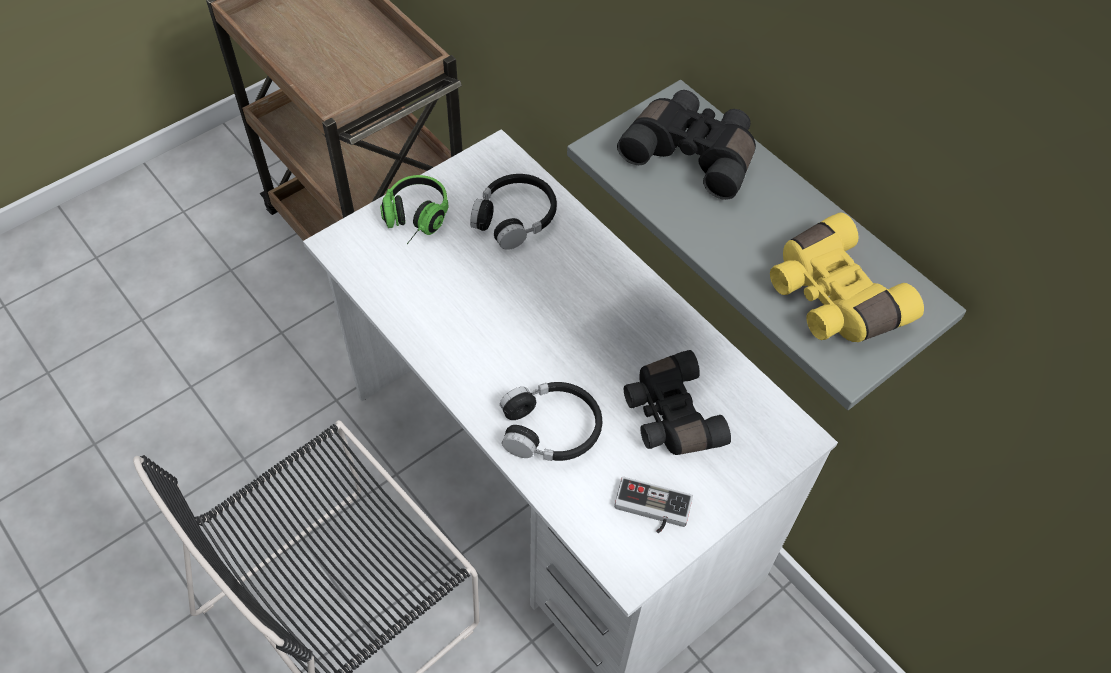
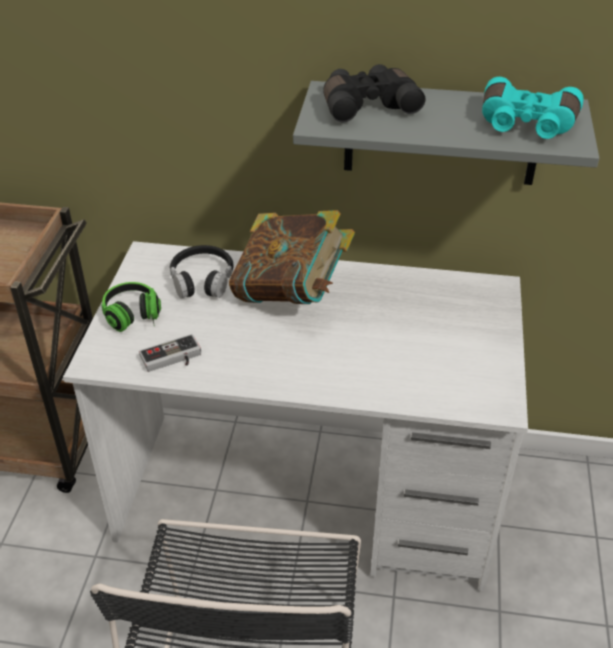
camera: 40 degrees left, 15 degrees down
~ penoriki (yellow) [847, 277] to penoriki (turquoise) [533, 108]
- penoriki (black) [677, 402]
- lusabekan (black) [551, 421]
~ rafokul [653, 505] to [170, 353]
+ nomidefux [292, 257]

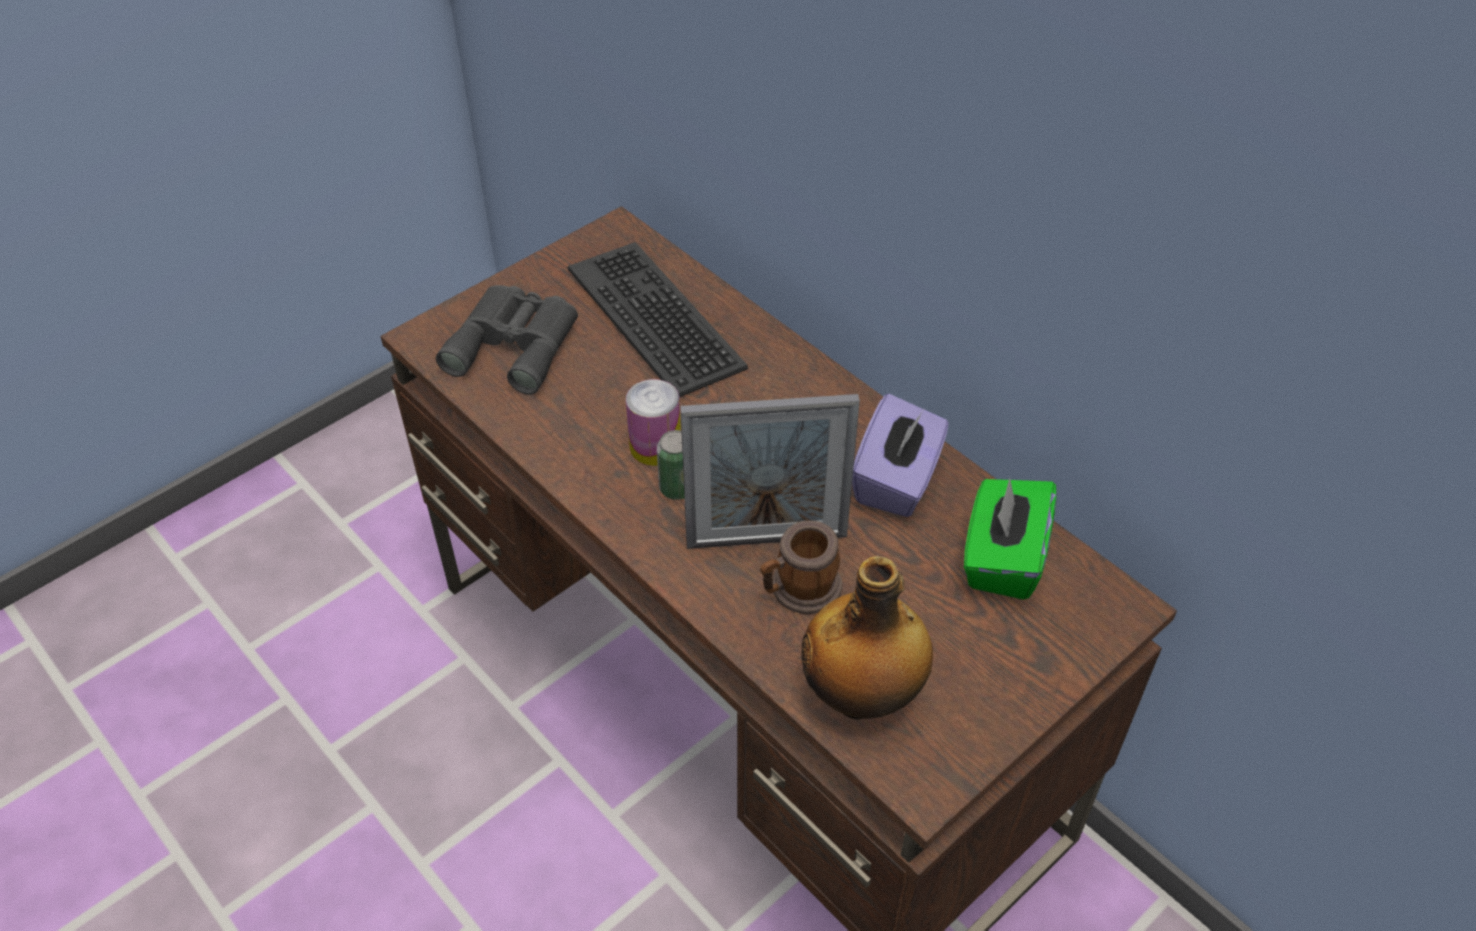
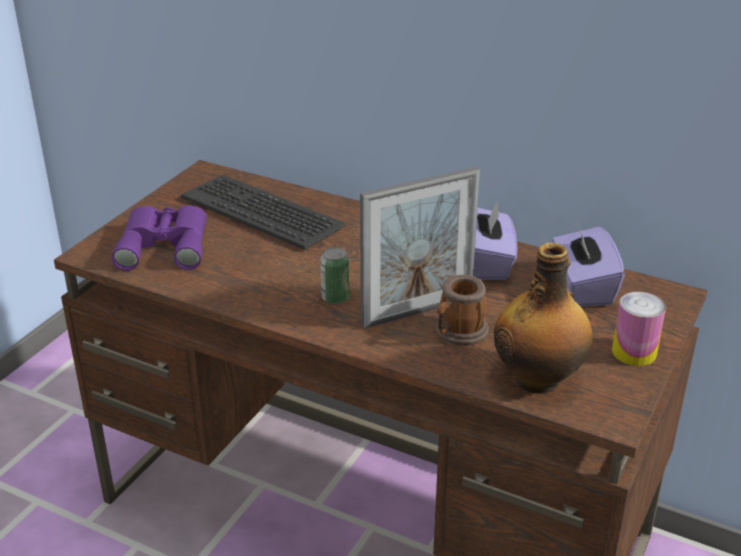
camera: 20 degrees left, 15 degrees down
~ penoriki (grey) [507, 340] to penoriki (purple) [159, 238]
~ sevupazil [653, 422] to [639, 329]
~ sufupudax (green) [1010, 539] to sufupudax (purple) [588, 263]

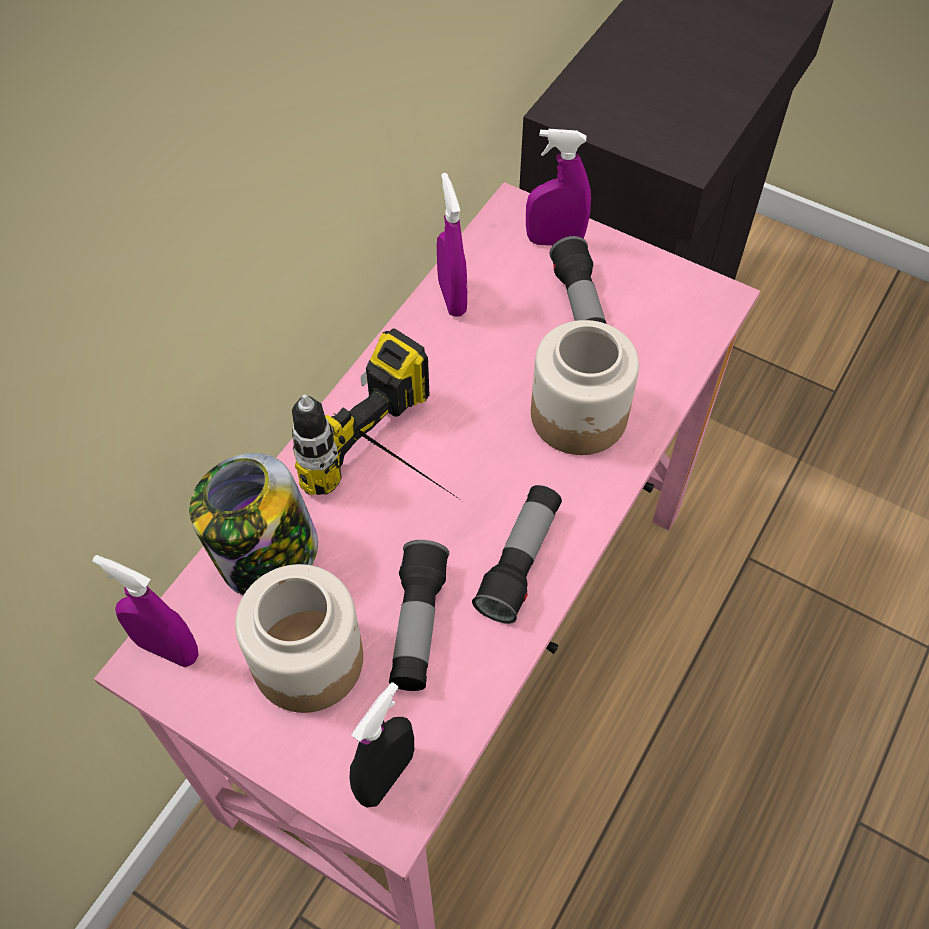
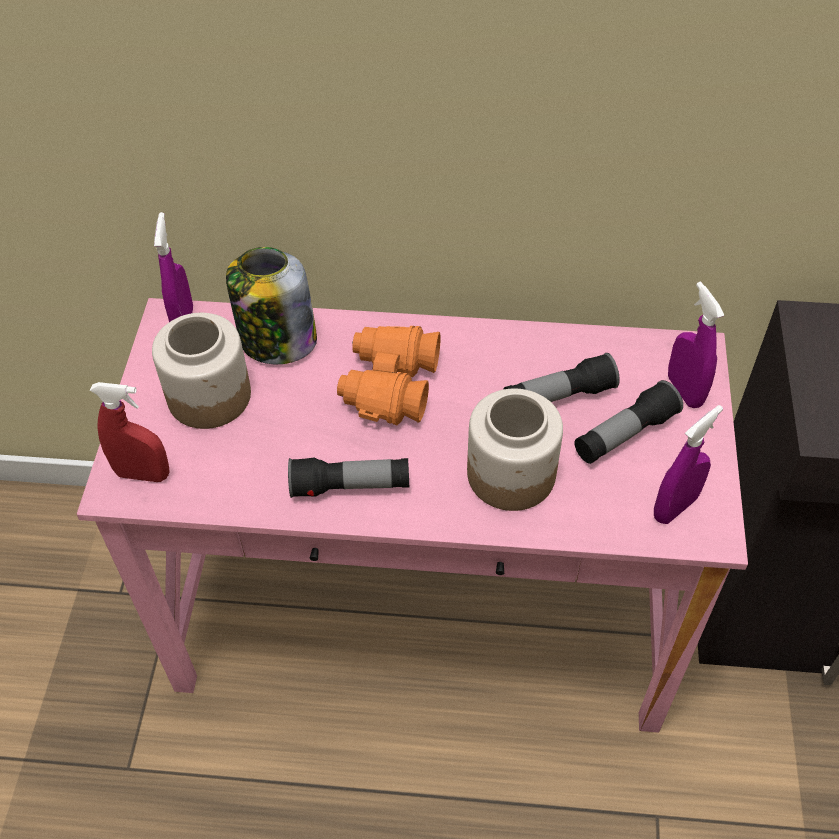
camera: 65 degrees right, 5 degrees down
~ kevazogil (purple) [452, 245] to [688, 464]
~ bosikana [375, 413] to penoriki (orange) [389, 375]
~ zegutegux [419, 615] to [562, 377]
~ kevazogil (black) [382, 744] to kevazogil (red) [130, 432]

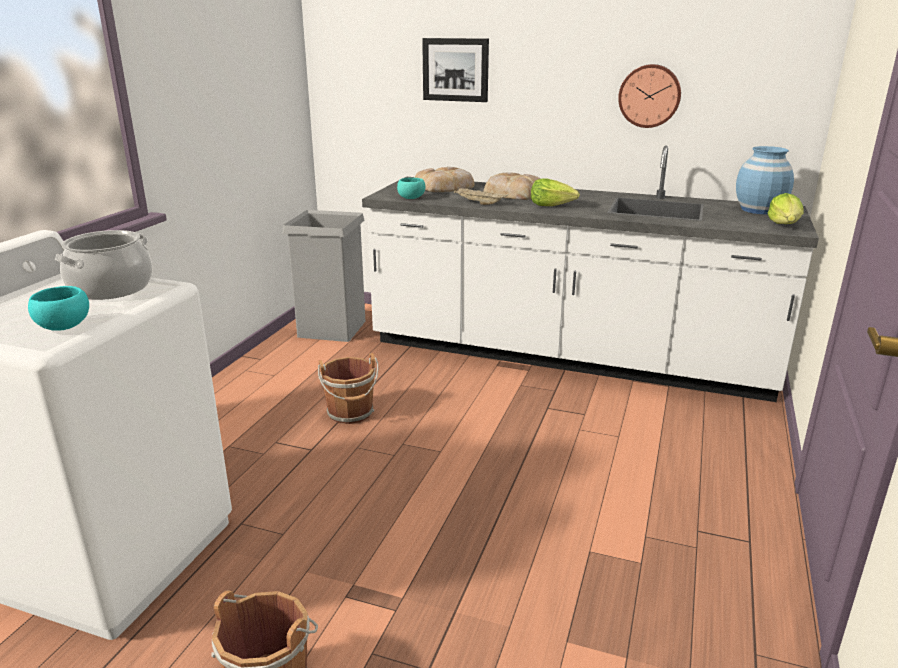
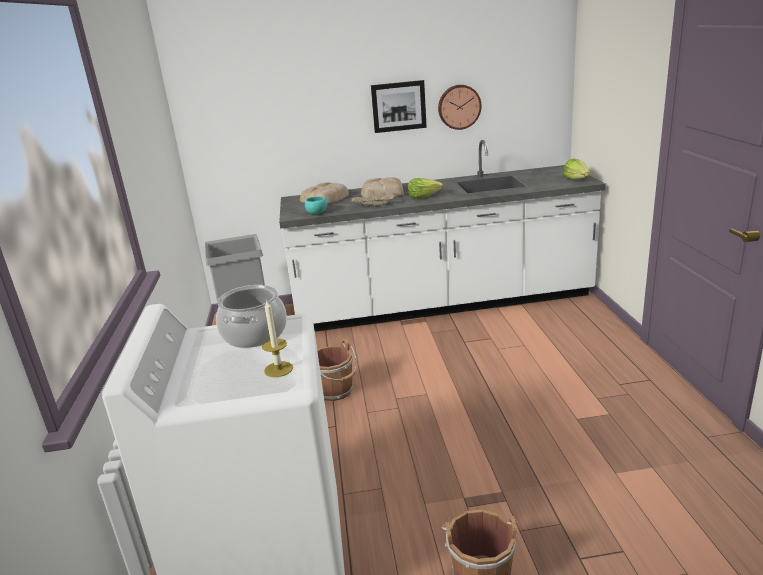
camera: 25 degrees left, 0 degrees up
~ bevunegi [455, 70] to [399, 106]
- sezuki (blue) [765, 180]
~ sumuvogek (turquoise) [58, 308] to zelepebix [277, 338]

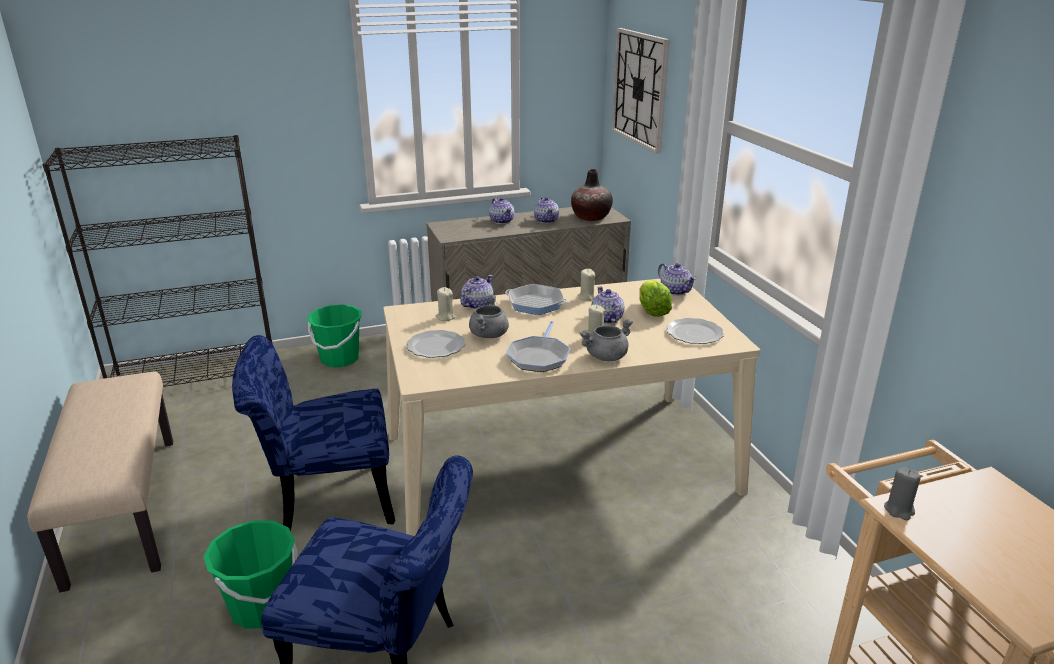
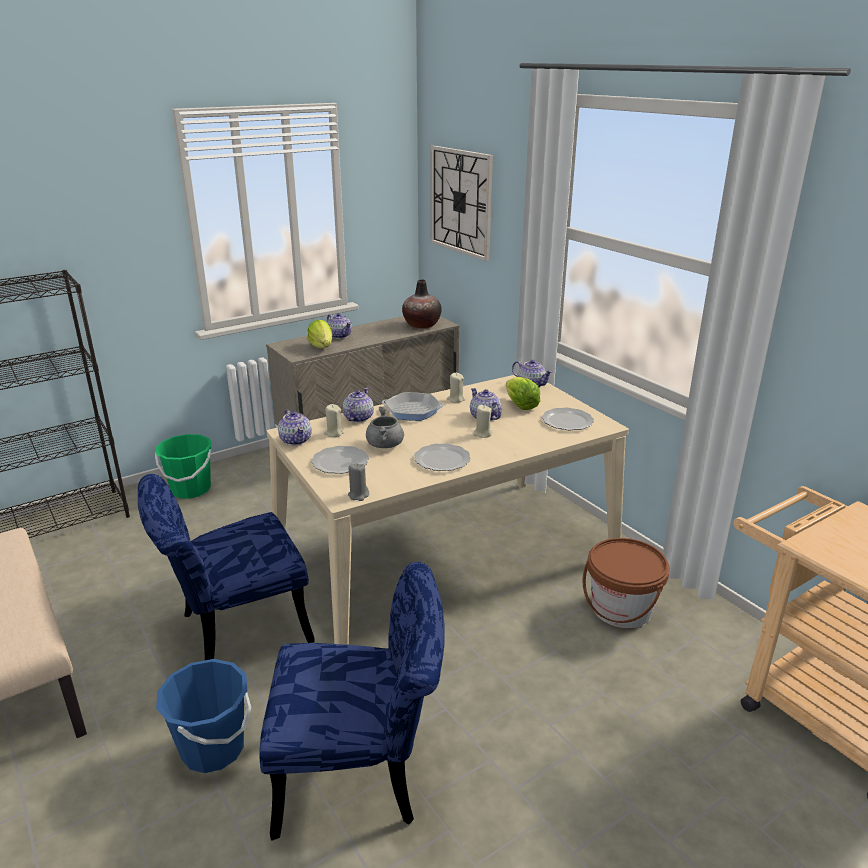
camera: 15 degrees left, 0 degrees up
~ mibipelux [546, 210] to [295, 427]
- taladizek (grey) [606, 340]
~ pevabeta [538, 346] to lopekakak [442, 457]
~ zelepebix (grey) [902, 494] to [358, 482]
~ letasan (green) [250, 574] to letasan (blue) [203, 716]
+ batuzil [320, 334]
+ letasan (brown) [626, 583]

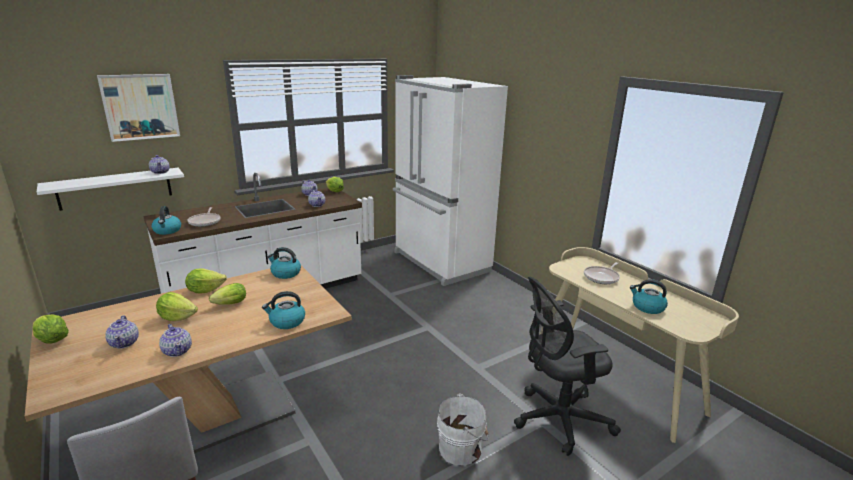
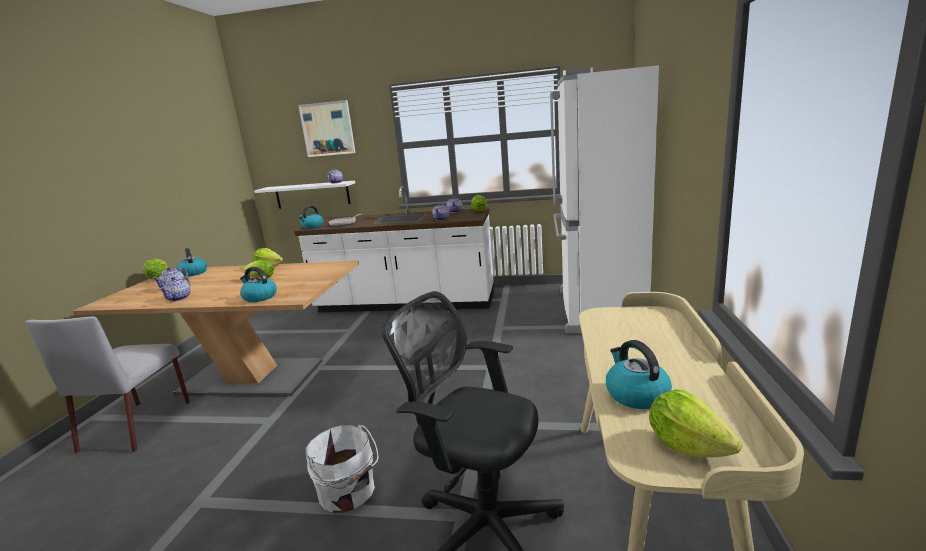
camera: 45 degrees right, 5 degrees down
~ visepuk [284, 263] to [191, 262]
- pevabeta [602, 273]
~ batuzil [177, 306] to [696, 423]

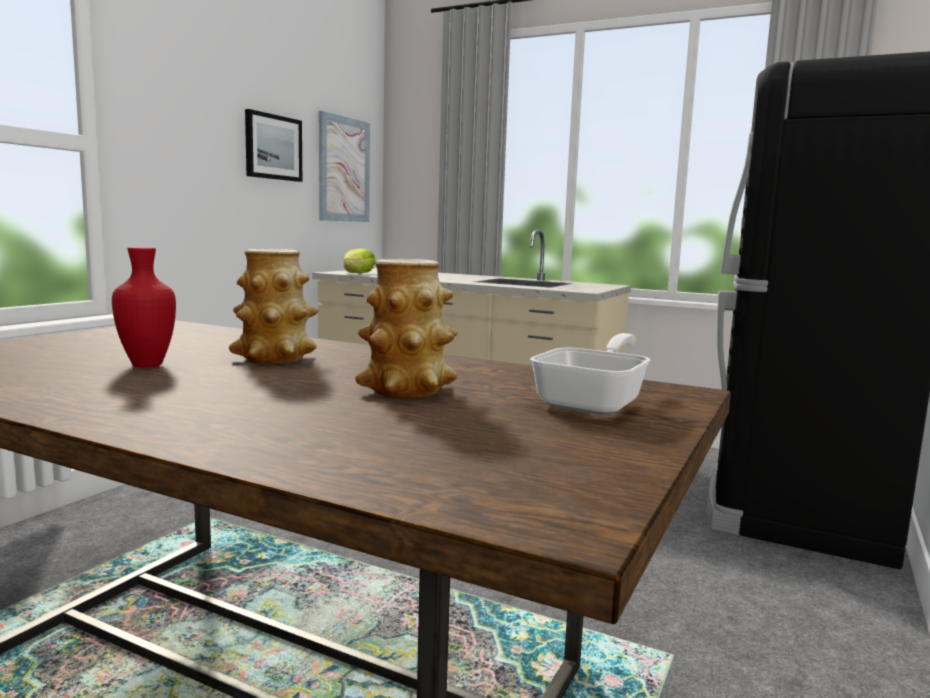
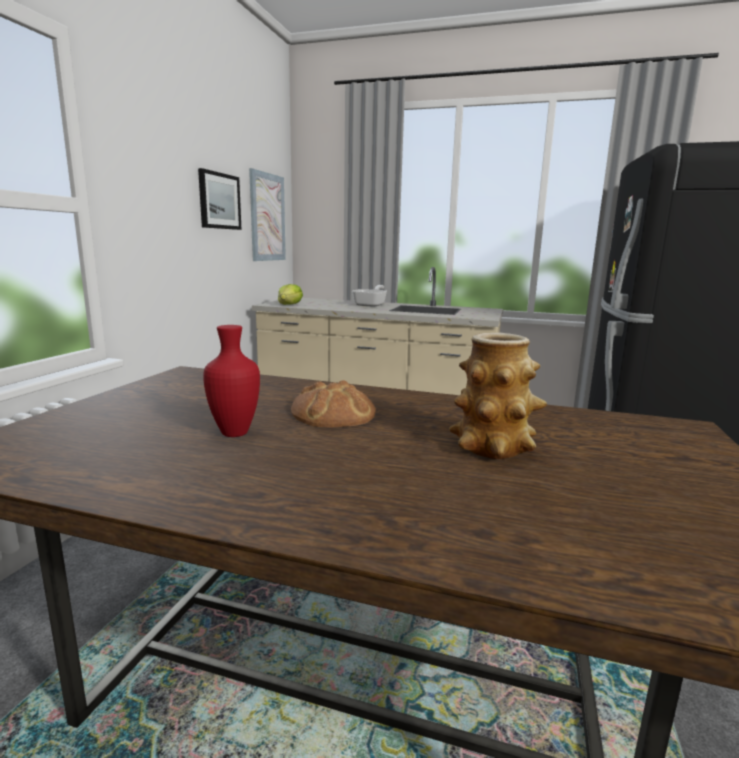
camera: 10 degrees left, 5 degrees up
~ sezuki [274, 306] to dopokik [333, 403]
~ pevabeta [590, 374] to [369, 296]

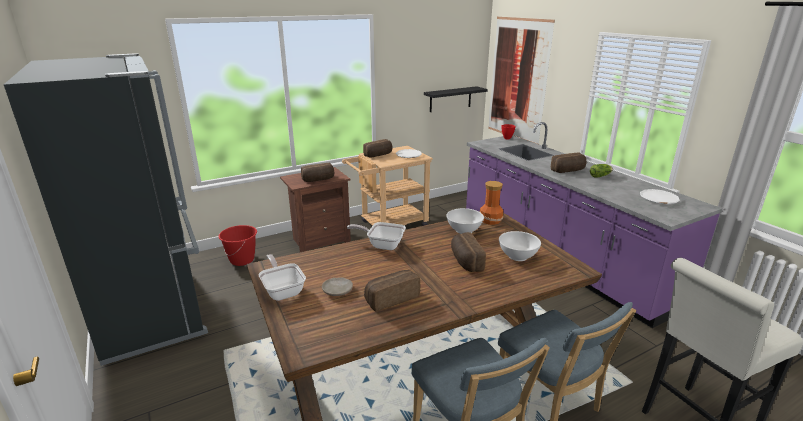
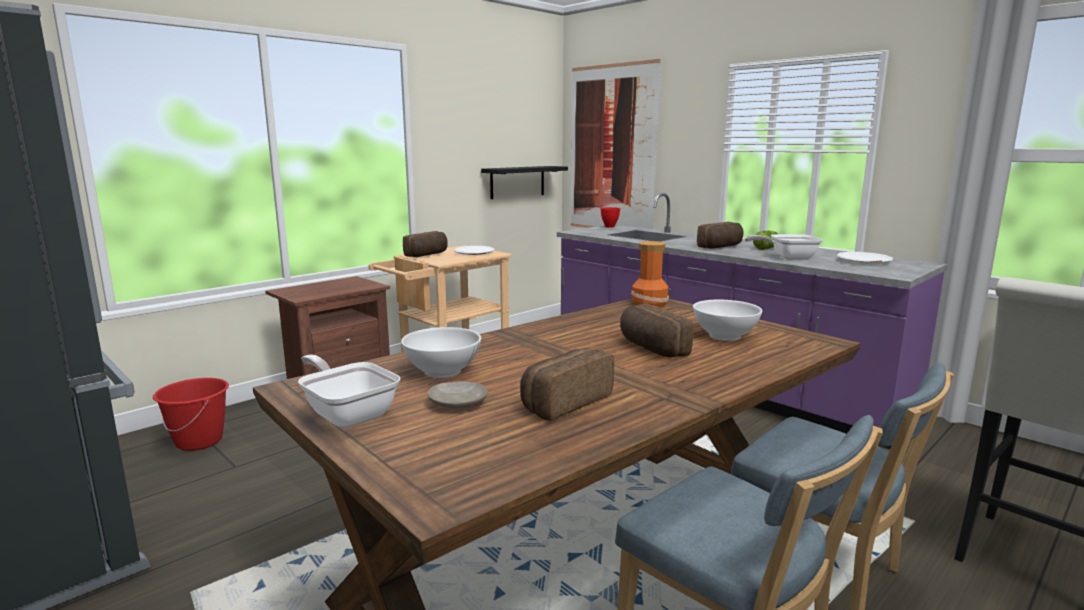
camera: 15 degrees left, 10 degrees down
- dopokik [317, 172]
~ sumuvogek (white) [465, 221] to [441, 352]
~ pevabeta [376, 236] to [783, 247]

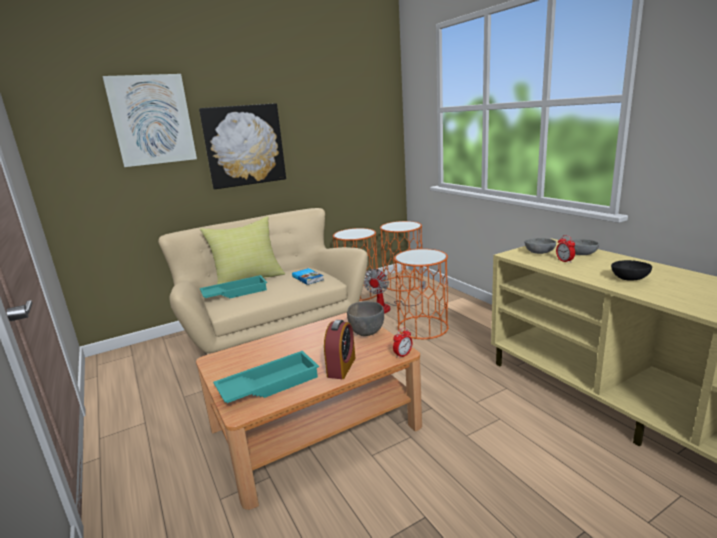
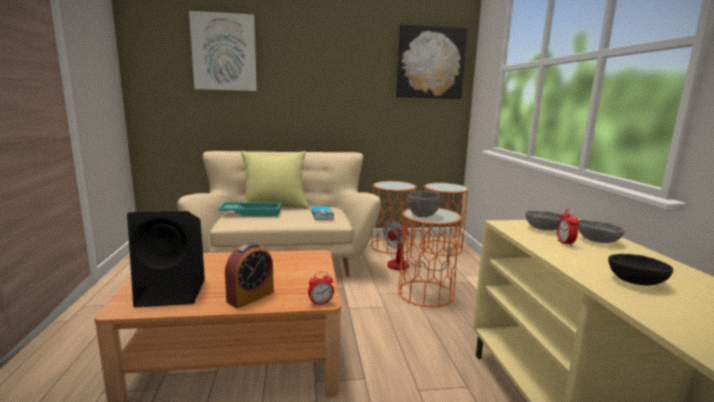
camera: 20 degrees right, 5 degrees down
~ bevunegi [242, 146] to [431, 61]
~ sumuvogek (grey) [365, 318] to [424, 203]
~ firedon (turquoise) [266, 377] to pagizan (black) [166, 259]

